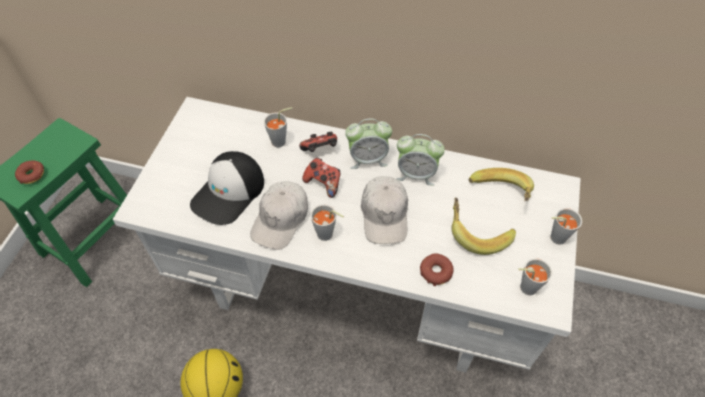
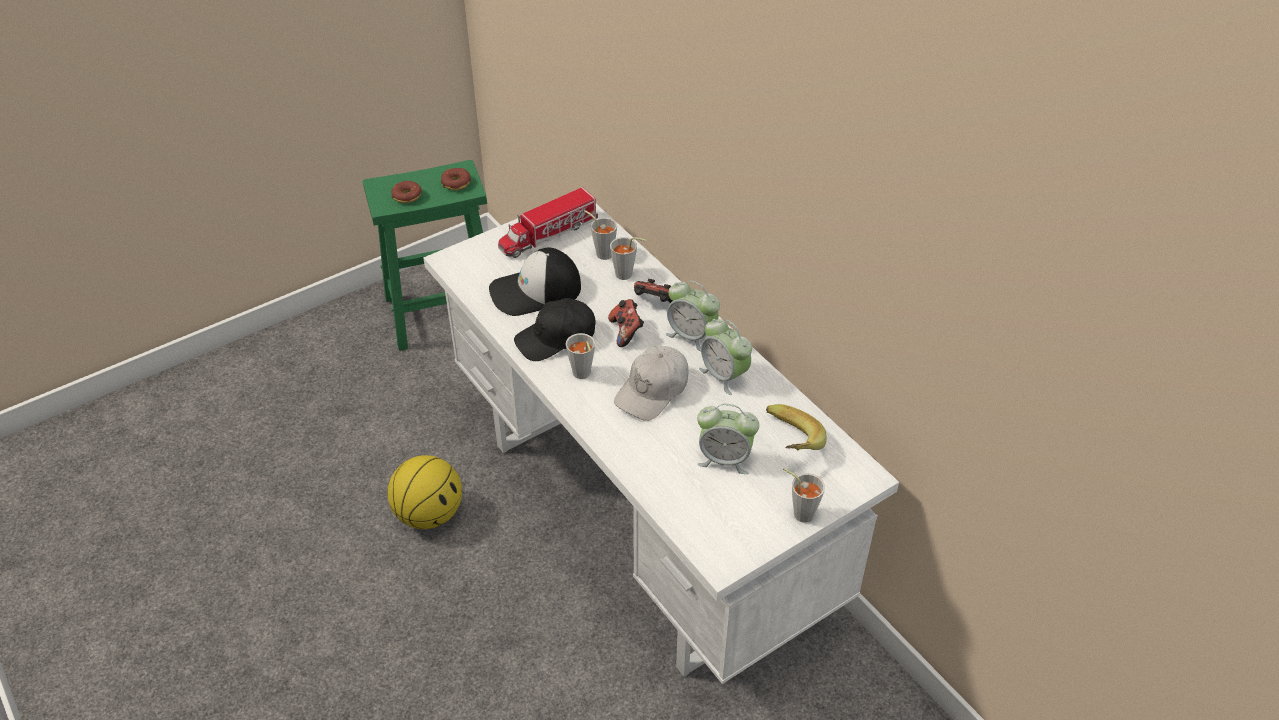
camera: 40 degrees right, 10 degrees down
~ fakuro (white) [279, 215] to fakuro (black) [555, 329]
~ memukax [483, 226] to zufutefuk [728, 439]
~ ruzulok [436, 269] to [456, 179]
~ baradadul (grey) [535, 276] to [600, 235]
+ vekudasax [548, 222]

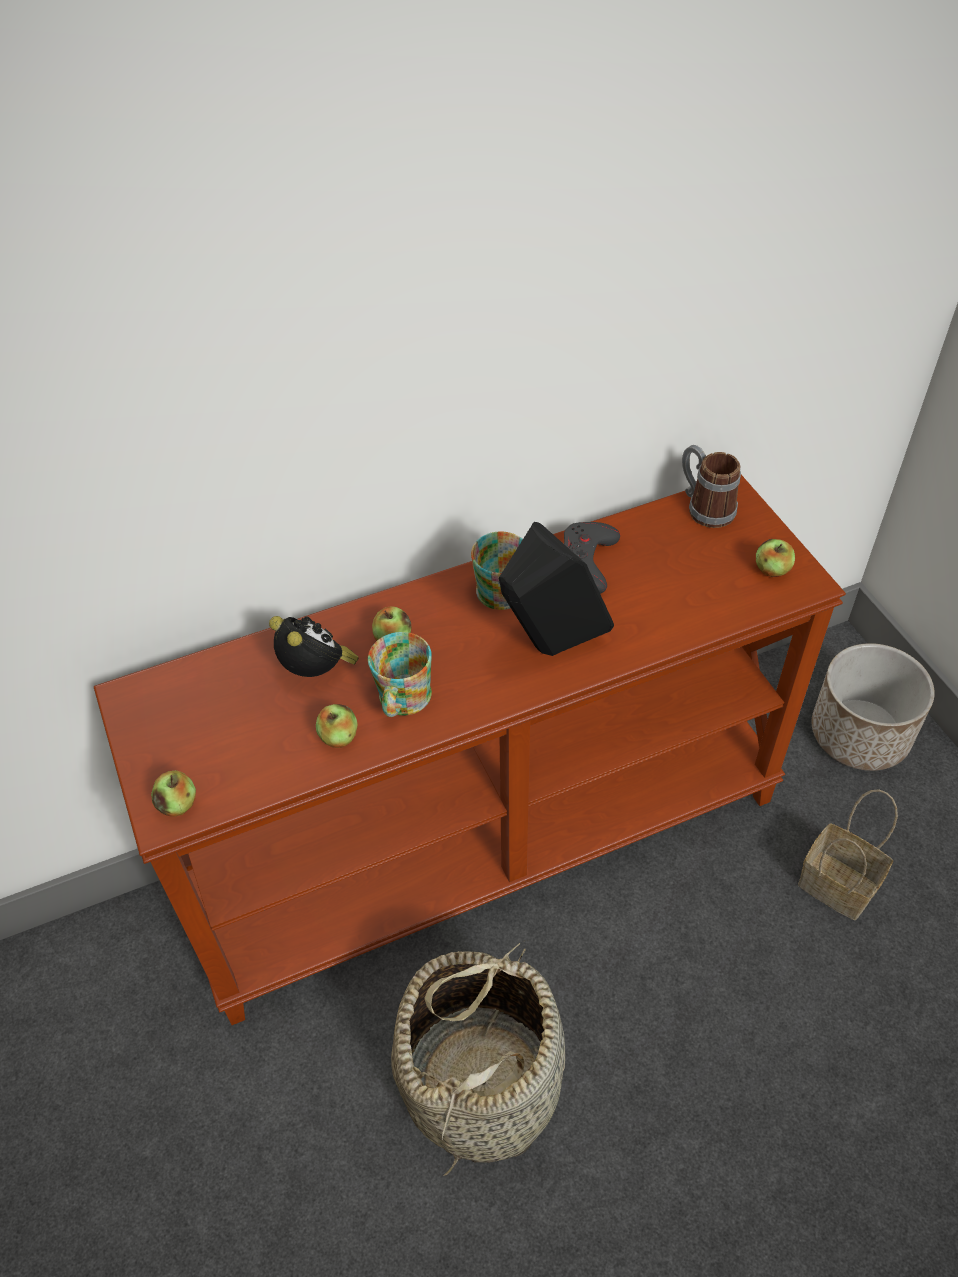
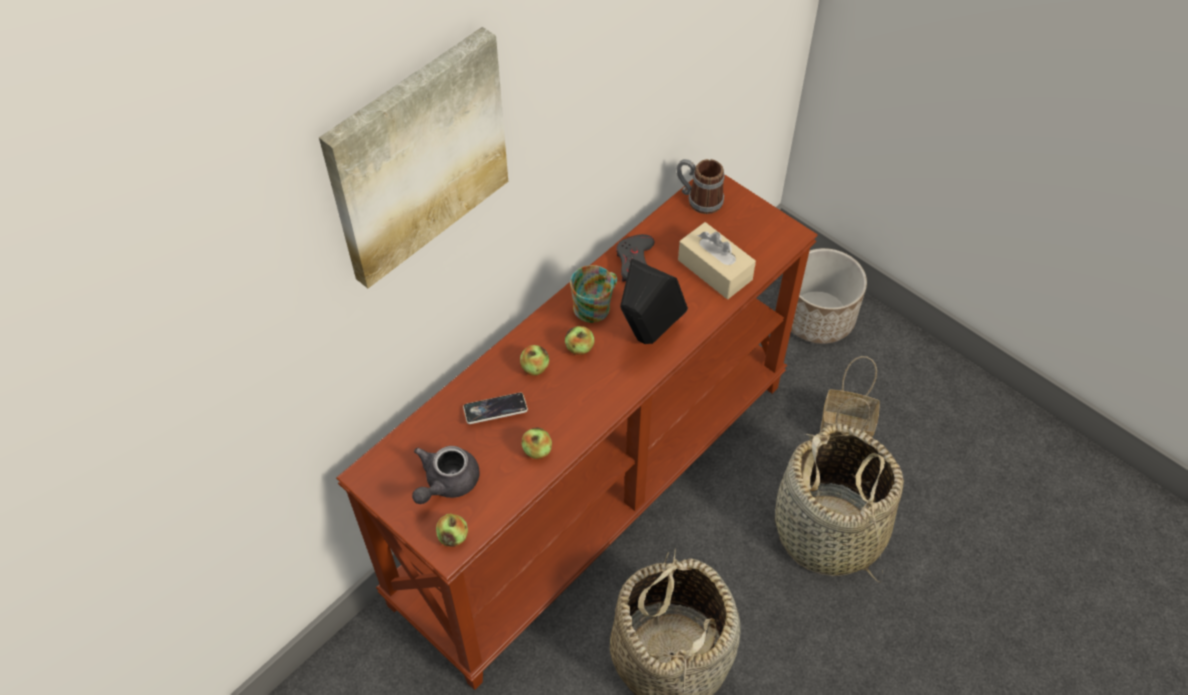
camera: 25 degrees left, 5 degrees up
~ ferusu [775, 558] to [580, 340]
~ zufutefuk [314, 646] to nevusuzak [495, 408]
- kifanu [400, 674]
+ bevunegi [413, 157]
+ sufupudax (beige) [717, 260]
+ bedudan [839, 502]
+ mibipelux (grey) [445, 475]

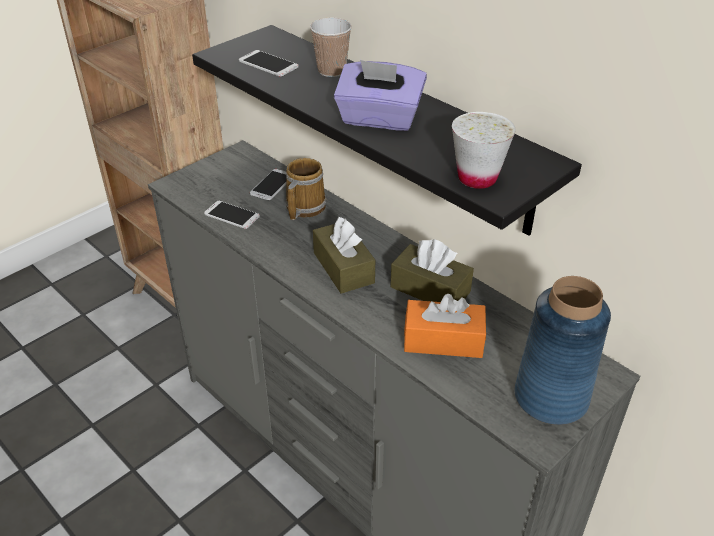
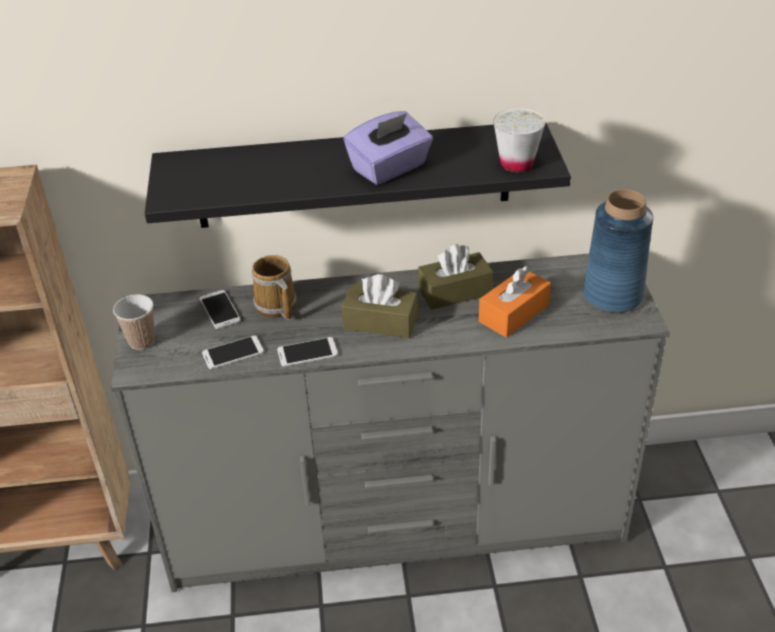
camera: 50 degrees left, 0 degrees up
~ baradadul [331, 47] to [134, 322]
~ nevusuzak [268, 63] to [307, 352]

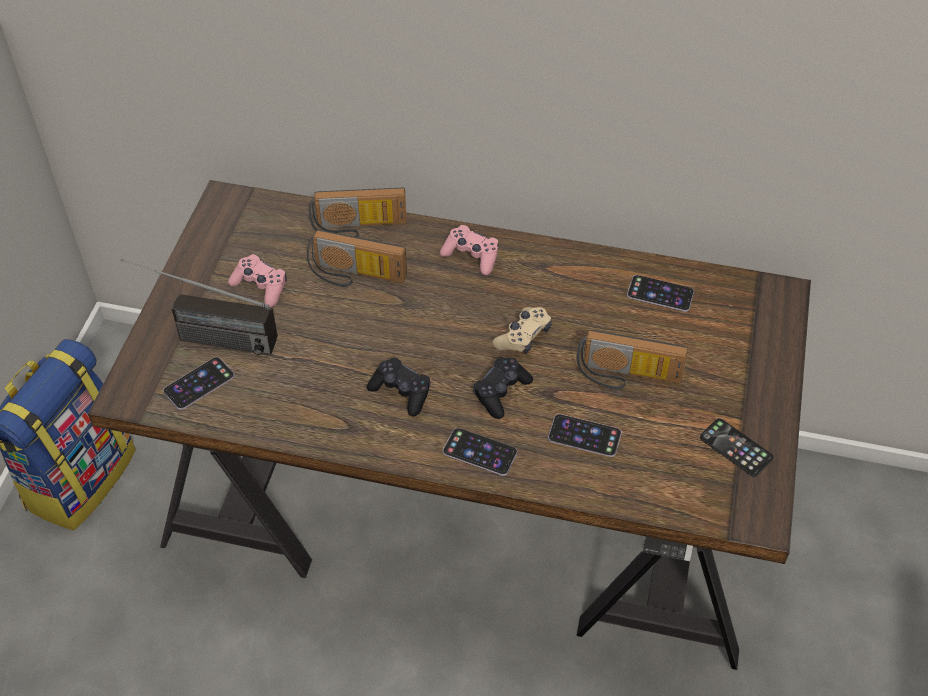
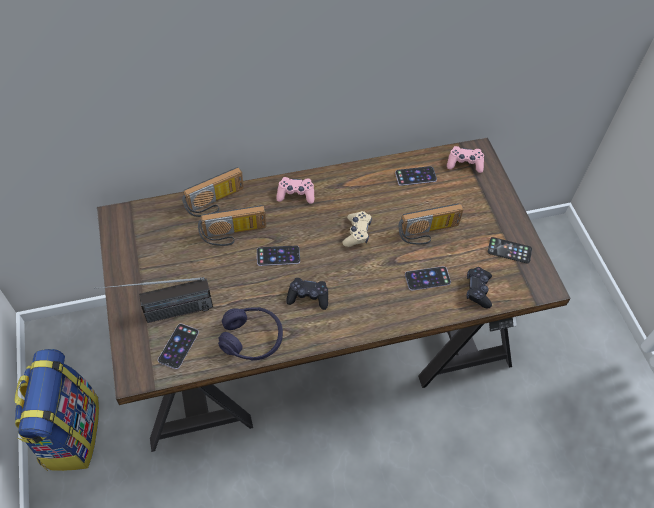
camera: 30 degrees left, 5 degrees up
~ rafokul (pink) [257, 281] to [465, 159]
~ rafokul (black) [503, 388] to [479, 287]
~ nevusuzak [480, 452] to [278, 256]
+ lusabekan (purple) [250, 334]

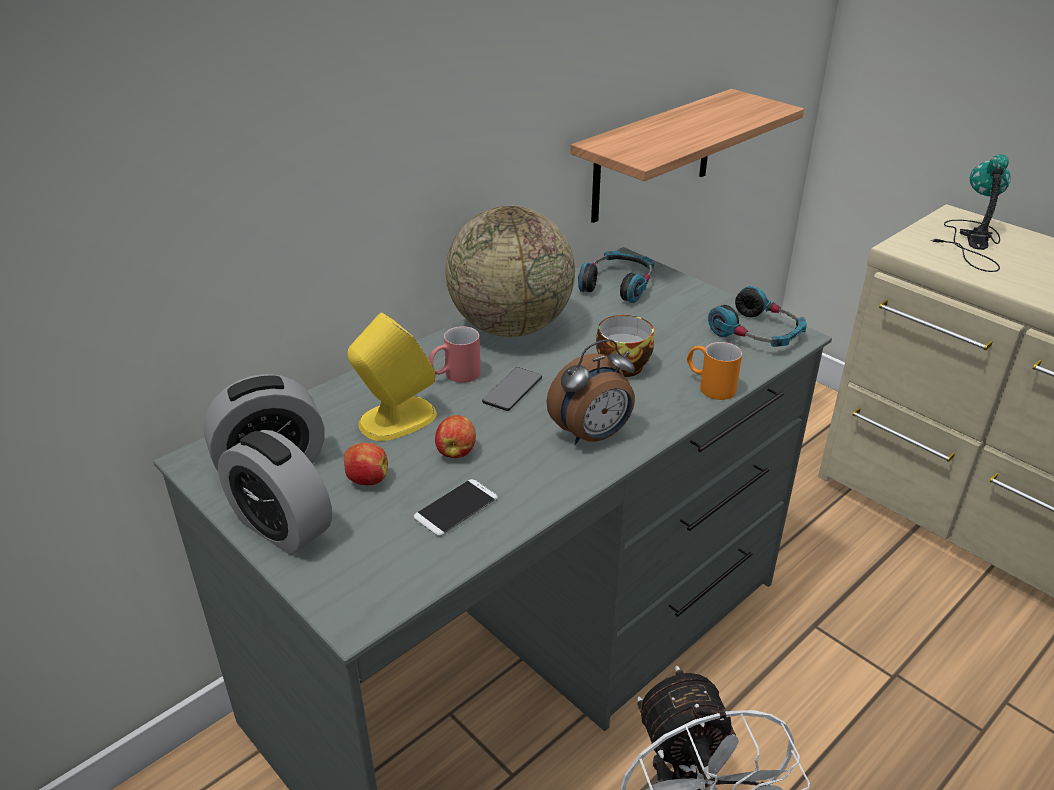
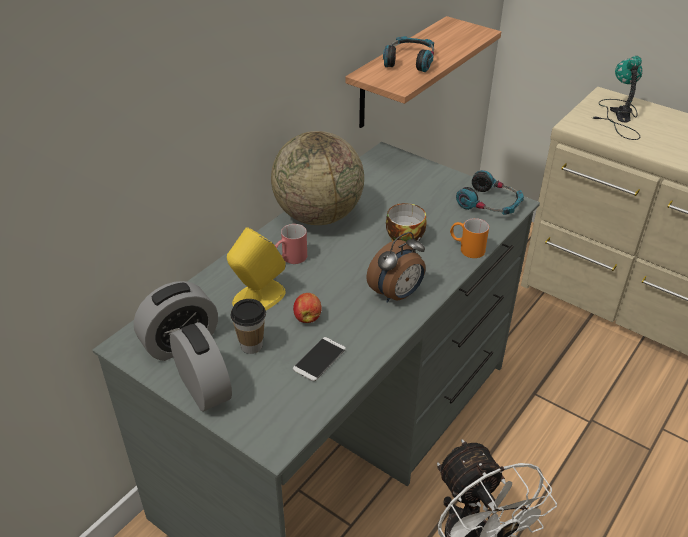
camera: 10 degrees left, 5 degrees up
~ lusabekan [616, 277] to [408, 54]
- nevusuzak [512, 389]
~ zufutefuk [275, 492] = [201, 367] 150 degrees counterclockwise
~ ferusu [366, 464] to baradadul [248, 326]

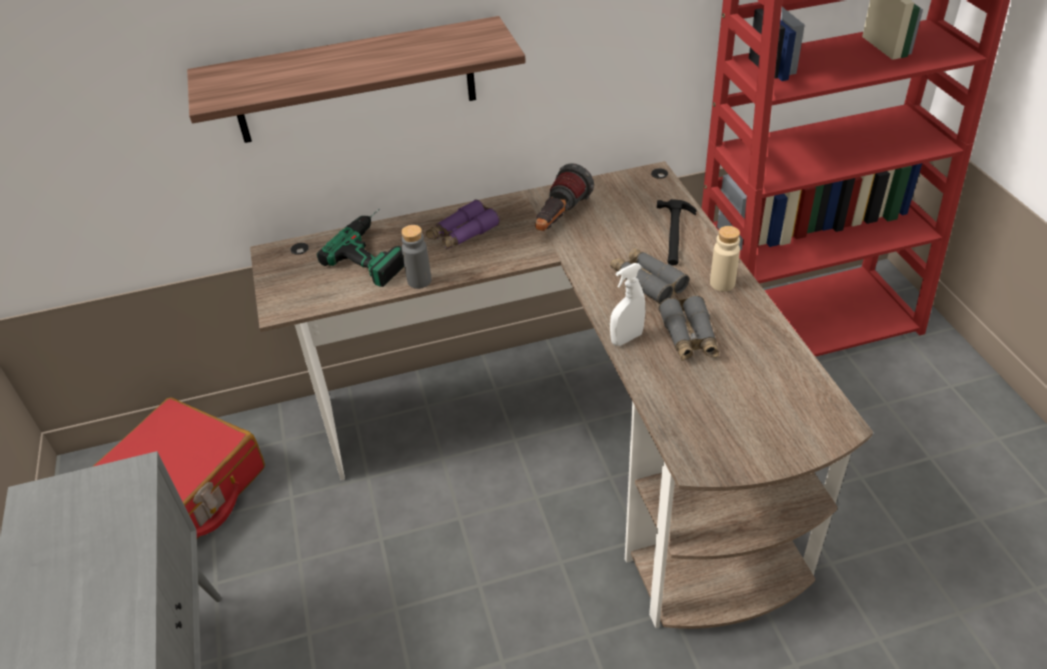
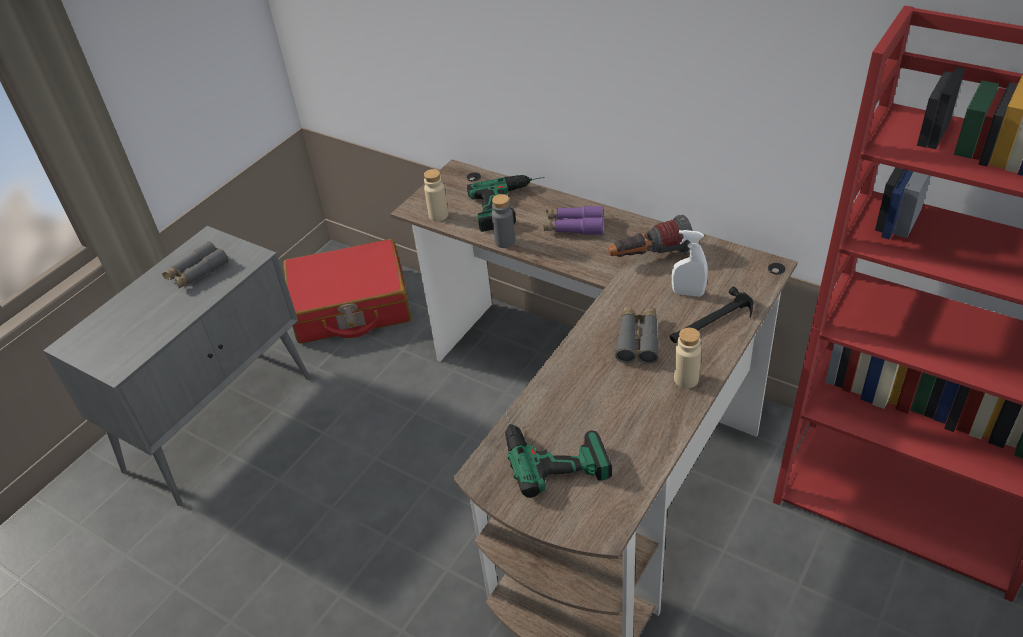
camera: 50 degrees right, 0 degrees up
- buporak [356, 79]
~ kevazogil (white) [627, 304] to [690, 263]
~ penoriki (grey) [689, 328] to [195, 264]
+ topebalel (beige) [436, 195]
+ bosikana [558, 454]

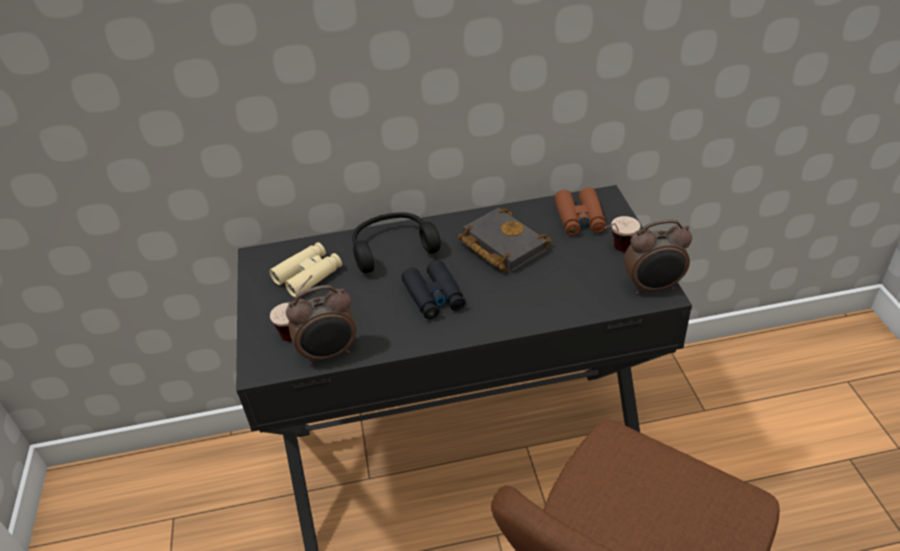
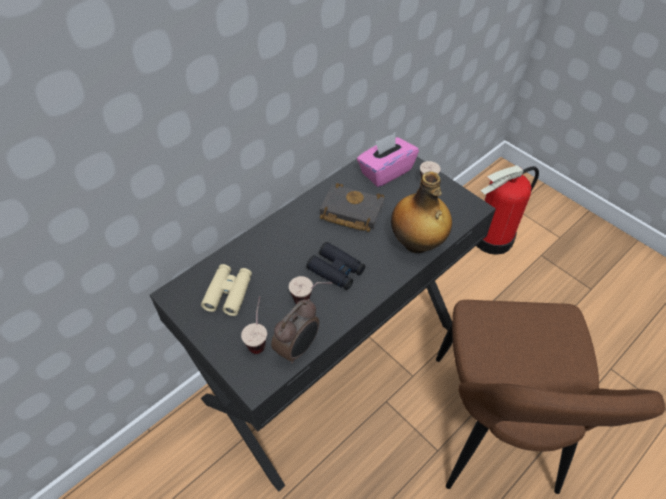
camera: 35 degrees left, 10 degrees up
~ penoriki (brown) [580, 211] to sufupudax (pink) [388, 160]
- lusabekan (black) [396, 242]
- zufutefuk [658, 257]
+ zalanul [507, 210]
+ topebalel [421, 212]
+ baradadul [310, 290]

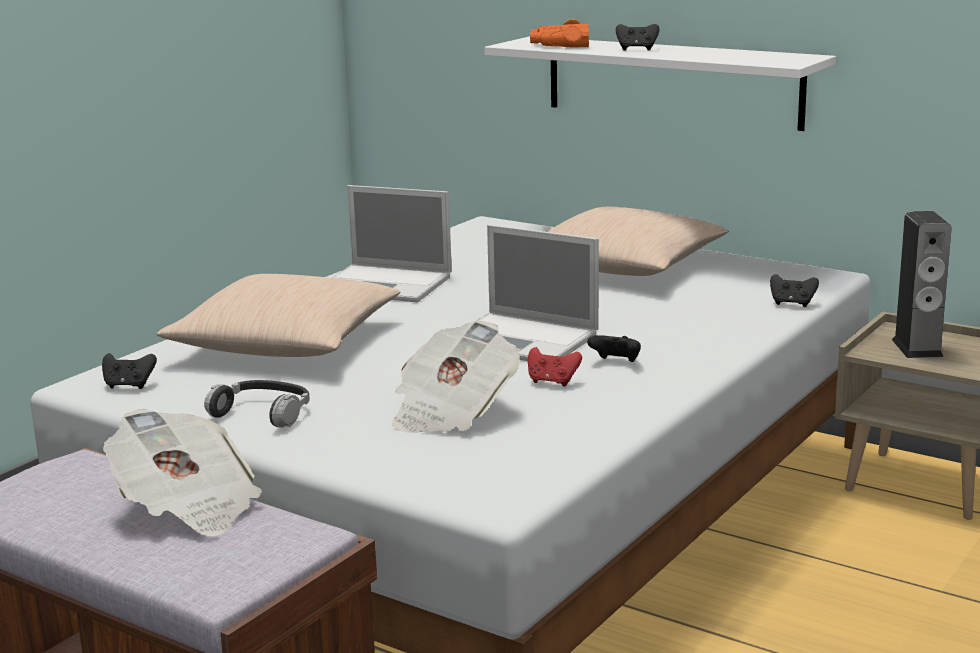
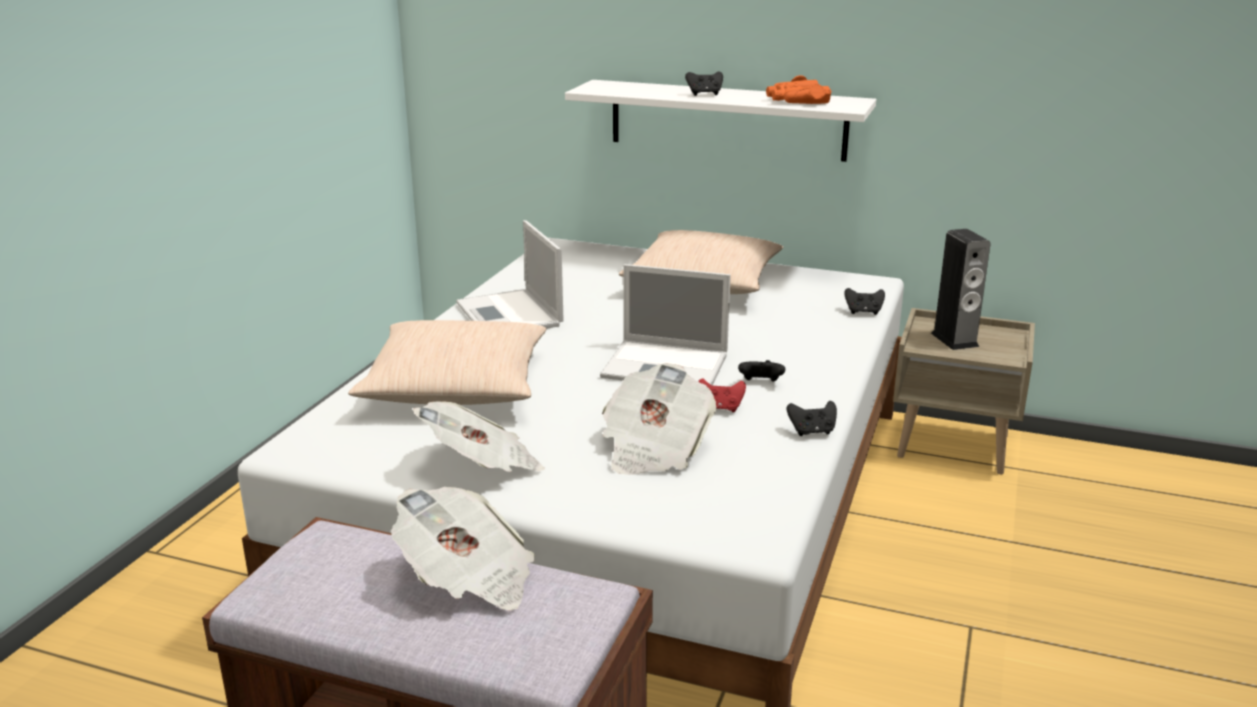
camera: 15 degrees left, 5 degrees up
~ penoriki (orange) [559, 33] to [799, 89]
~ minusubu [391, 243] = [510, 274] 60 degrees clockwise
~ rafokul (black) [129, 371] to [812, 418]
~ lusabekan [257, 404] to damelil [479, 436]

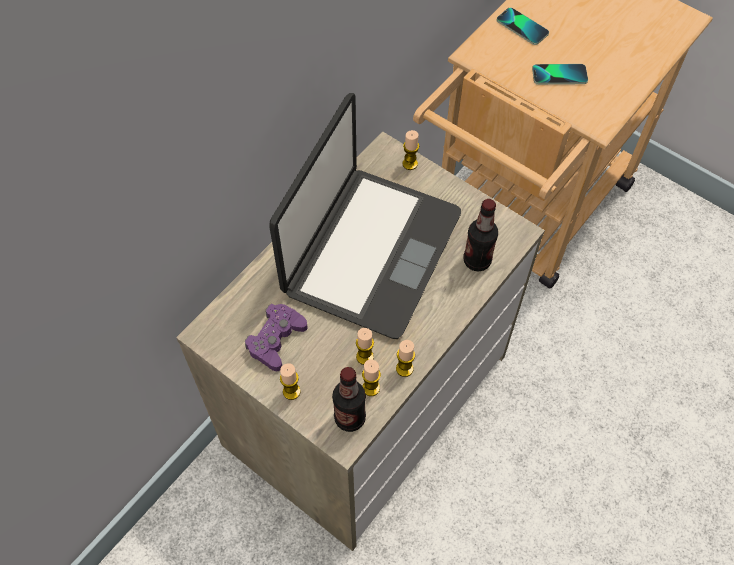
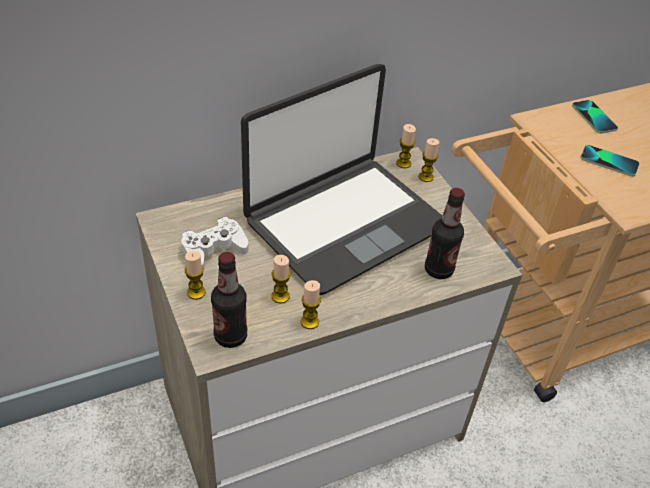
camera: 25 degrees right, 15 degrees down
~ rafokul (purple) [276, 337] to rafokul (white) [215, 243]
~ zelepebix [371, 377] to [406, 146]

